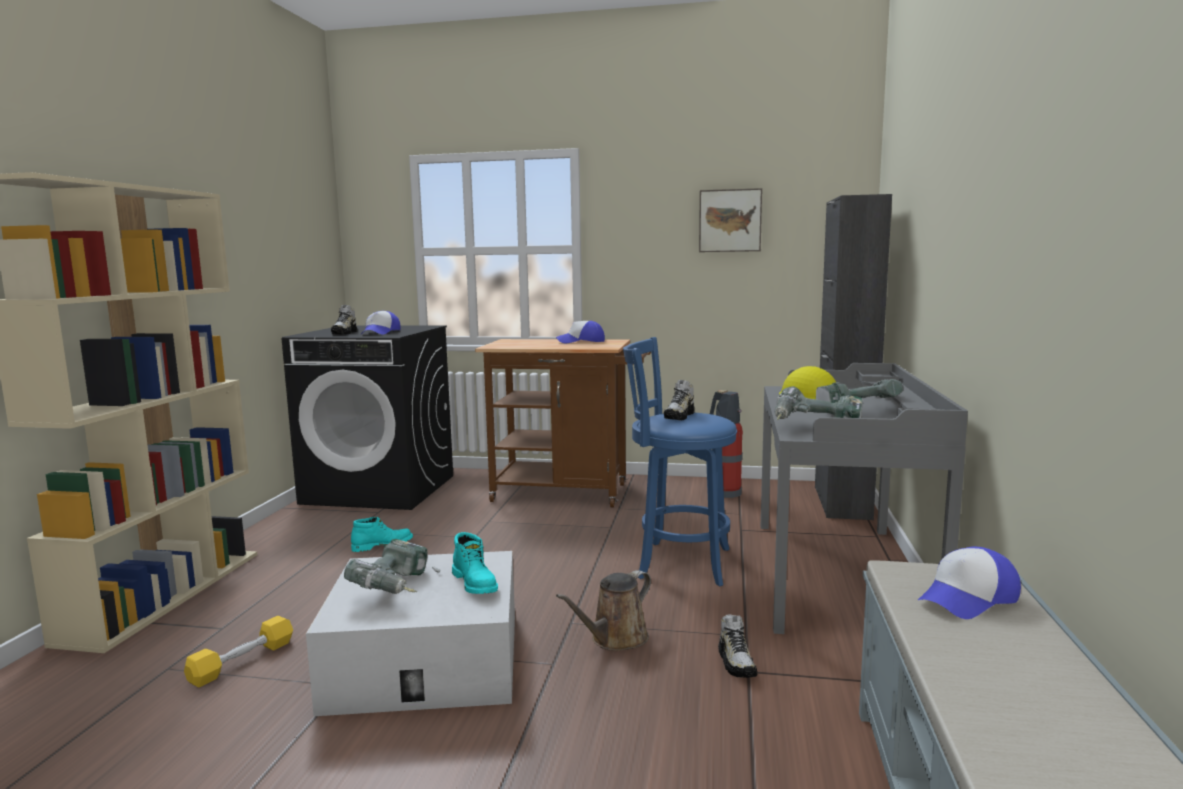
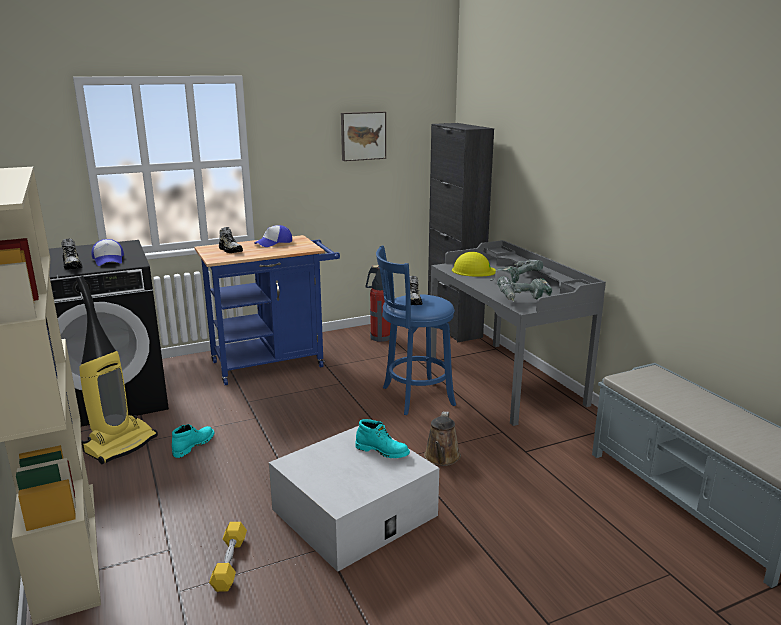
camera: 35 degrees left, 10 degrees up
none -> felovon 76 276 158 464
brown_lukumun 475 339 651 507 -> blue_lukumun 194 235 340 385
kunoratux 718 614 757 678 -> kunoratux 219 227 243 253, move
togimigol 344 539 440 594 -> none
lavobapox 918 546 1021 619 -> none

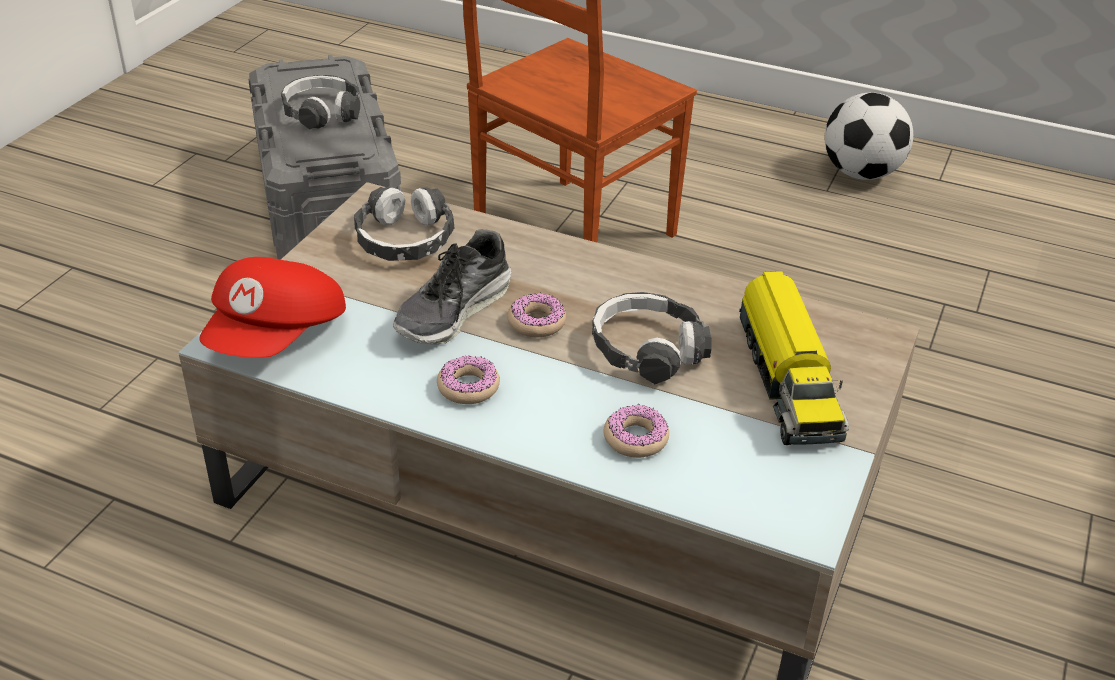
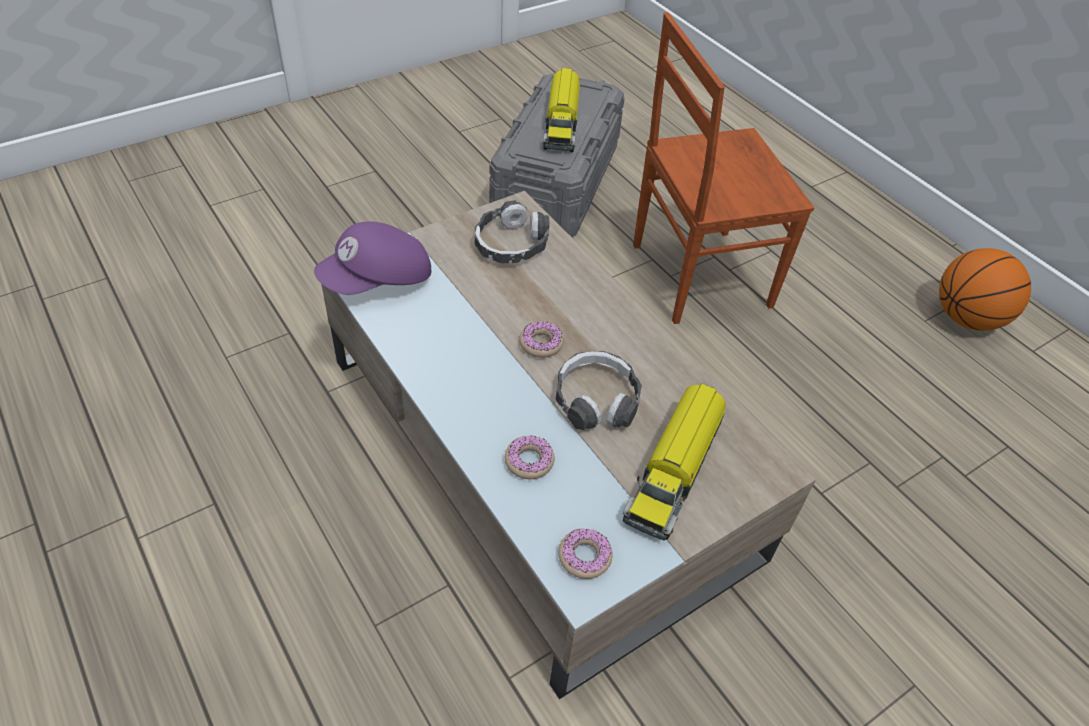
camera: 30 degrees right, 10 degrees up
red_lavobapox 199 257 346 358 -> purple_lavobapox 314 222 431 295
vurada 281 75 361 130 -> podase 543 68 580 152
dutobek 437 356 500 404 -> dutobek 558 528 613 579, move
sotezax 825 92 913 180 -> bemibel 939 248 1031 331
kunoratux 393 229 511 344 -> none

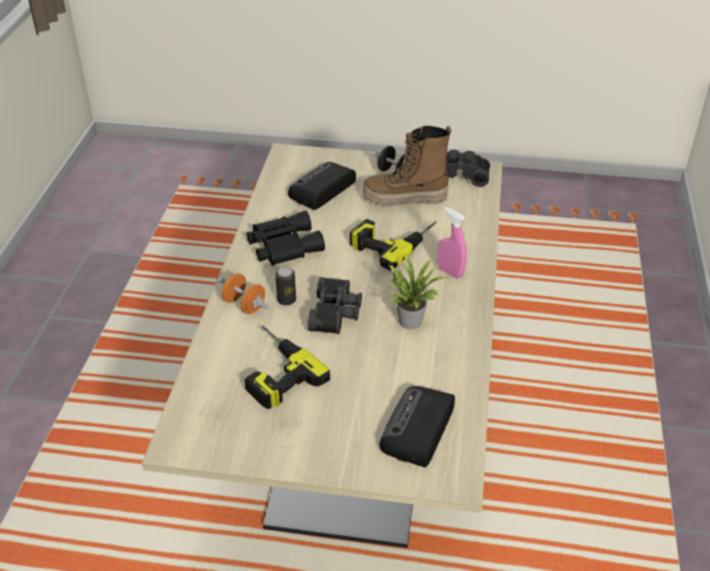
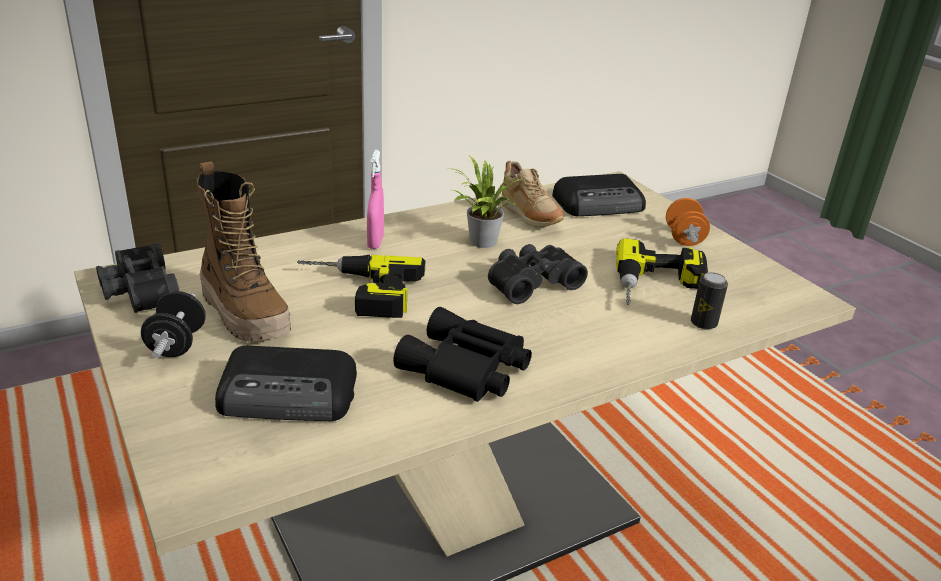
camera: 130 degrees left, 10 degrees down
none -> beige_kunoratux 502 161 564 227
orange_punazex 218 273 271 314 -> orange_punazex 666 198 710 246, move
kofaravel 275 267 296 306 -> kofaravel 691 272 728 330, move

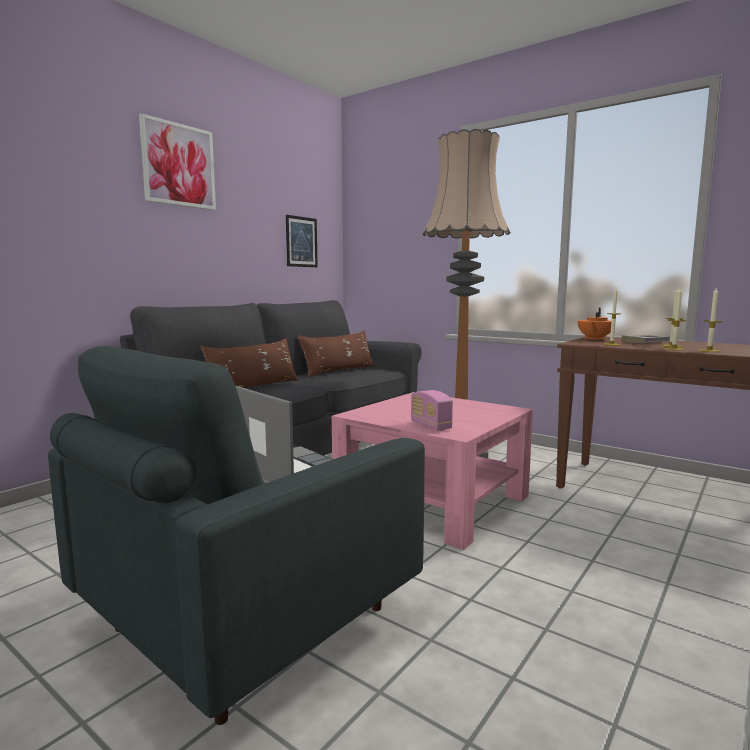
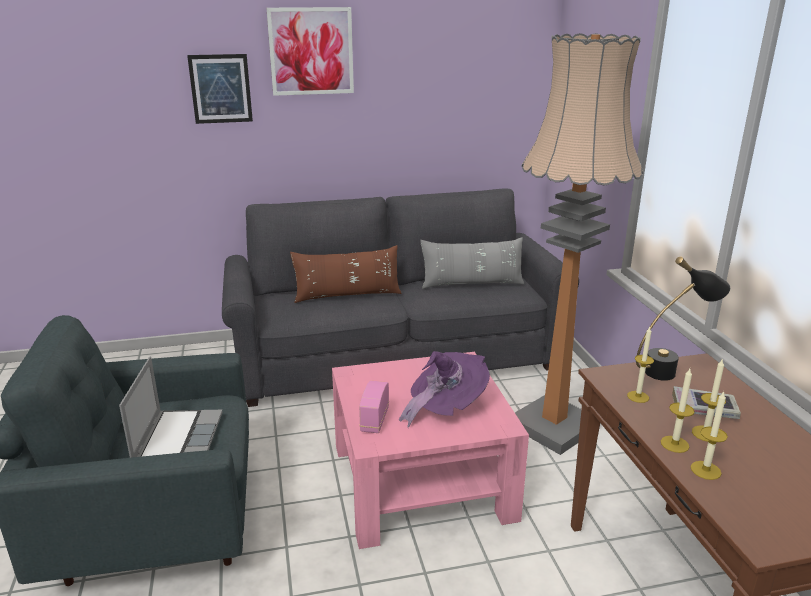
camera: 40 degrees right, 15 degrees up
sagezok 286 215 318 267 -> sagezok 187 54 253 124, move
none -> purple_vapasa 399 351 490 428
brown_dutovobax 297 330 375 378 -> grey_dutovobax 420 237 524 289
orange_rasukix 578 307 611 340 -> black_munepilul 636 257 730 381

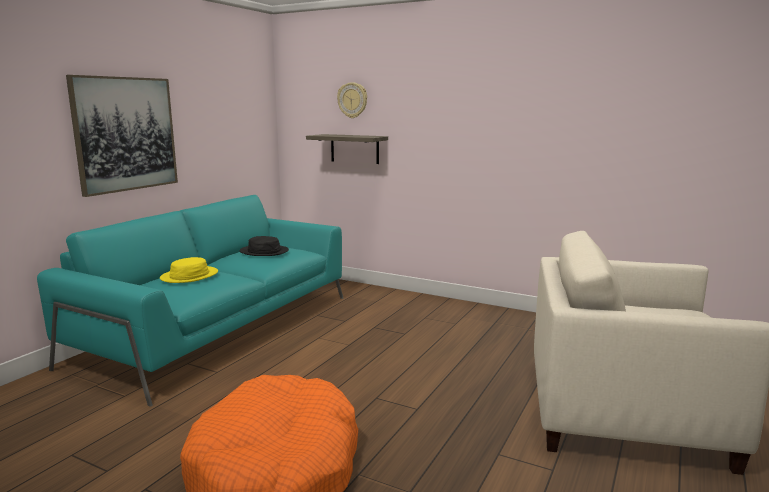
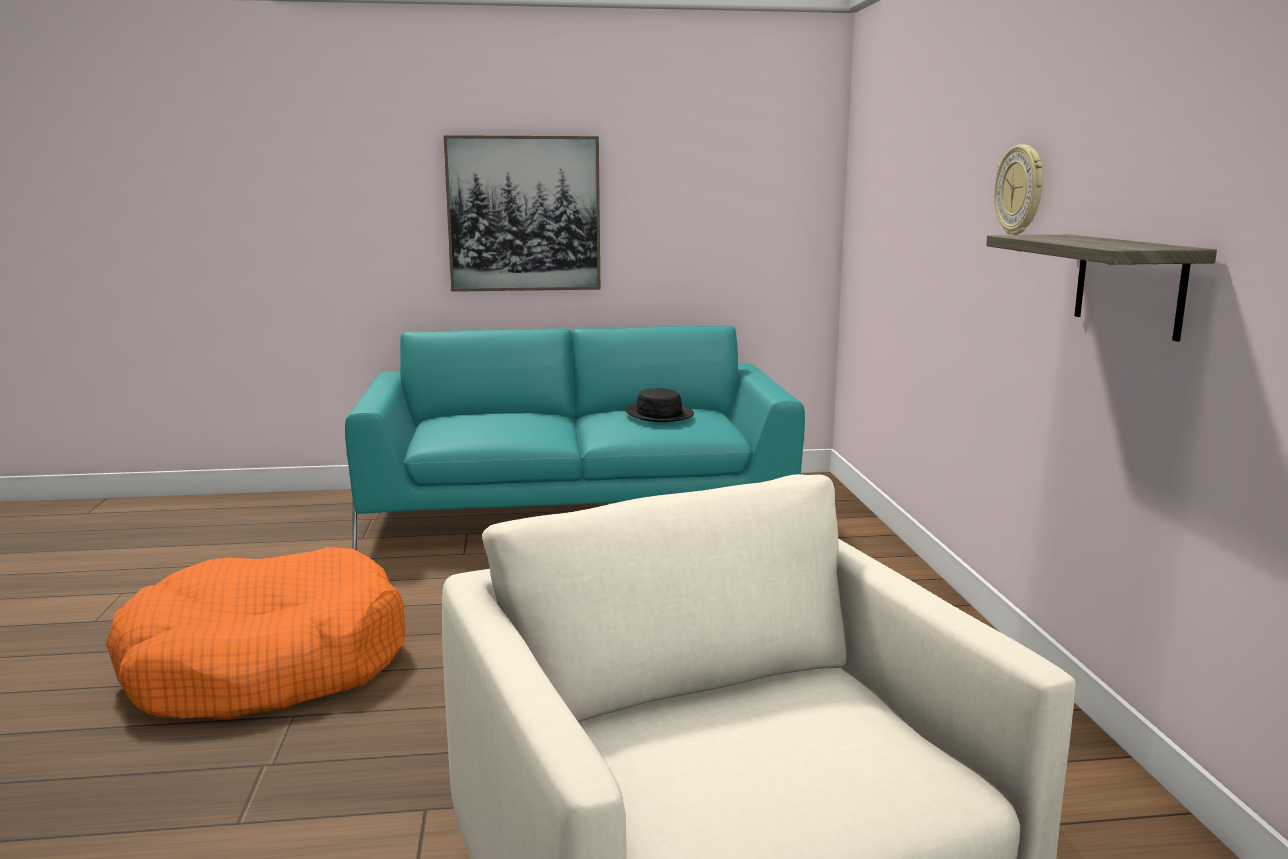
camera: 55 degrees right, 0 degrees up
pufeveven 306 134 388 164 -> pufeveven 986 235 1217 342, move
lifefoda 337 82 367 118 -> lifefoda 994 144 1043 235, move
yellow_vapasa 160 257 218 283 -> none

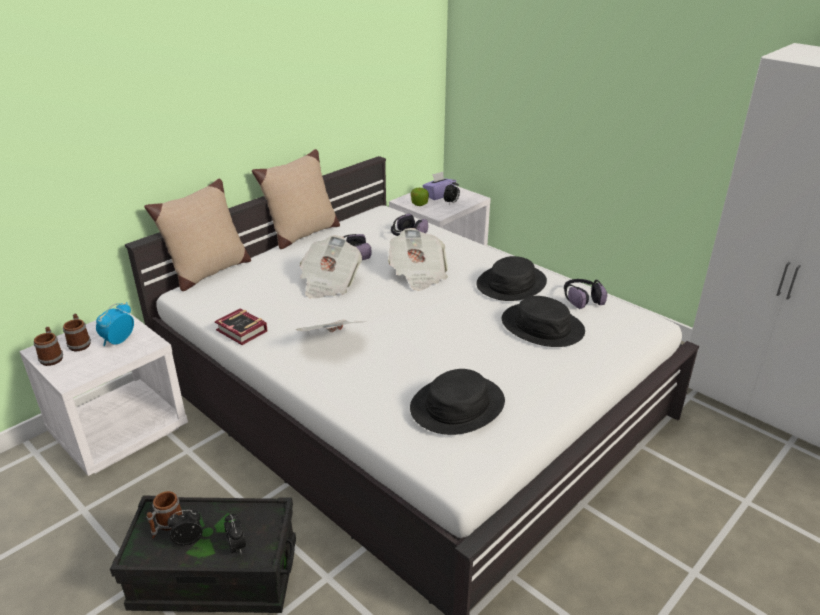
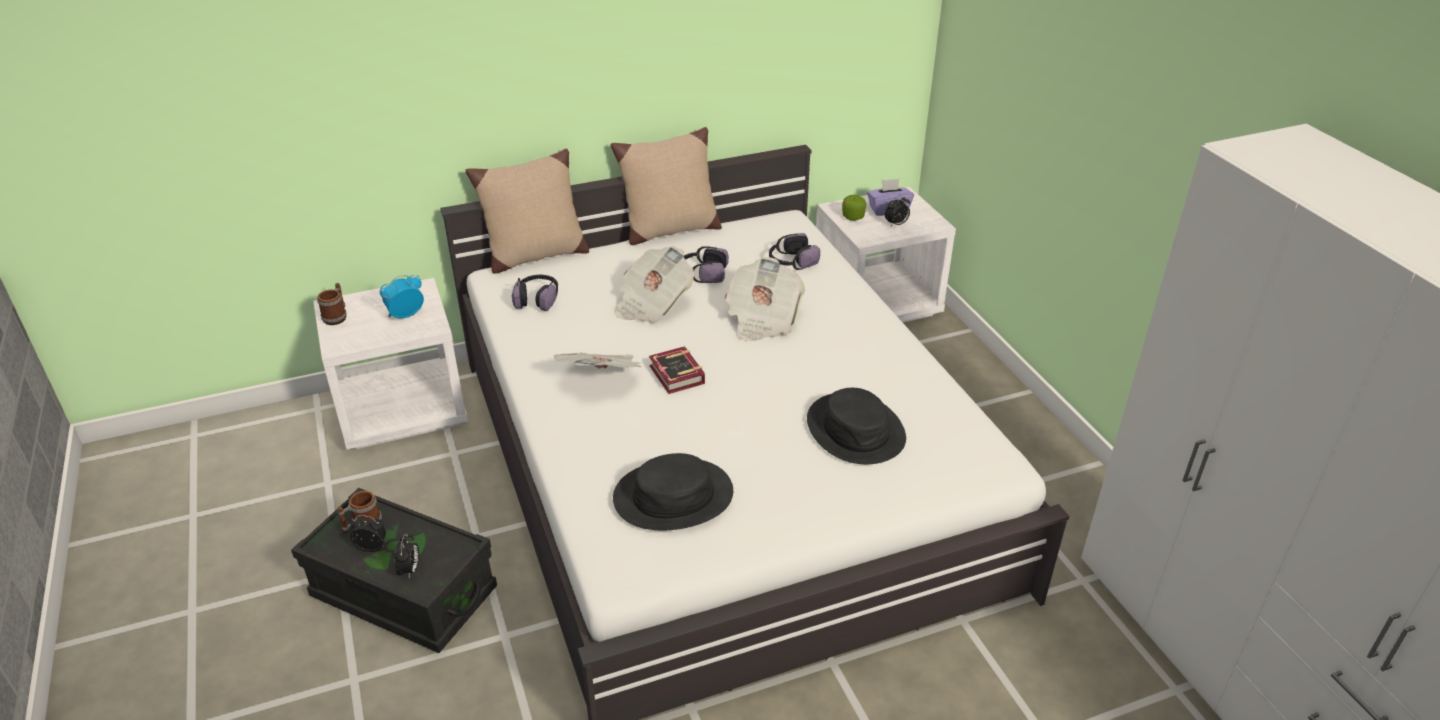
camera: 25 degrees right, 5 degrees up
vurada 564 279 607 309 -> vurada 512 275 558 311, move
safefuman 215 308 267 345 -> safefuman 649 346 705 394, move
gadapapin 63 314 91 351 -> none
black_vapasa 476 256 547 301 -> none

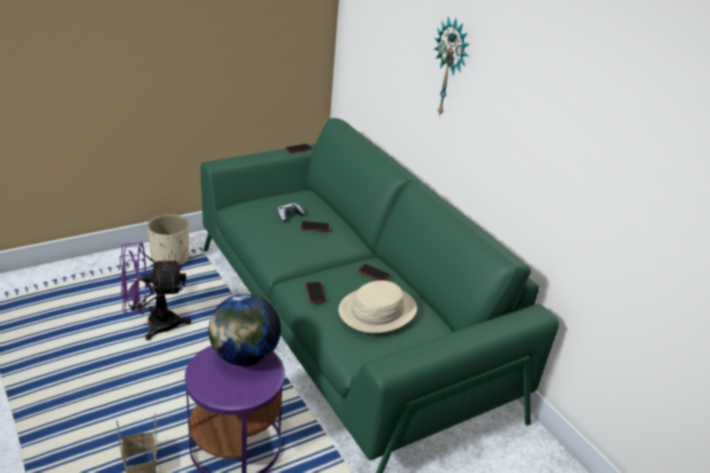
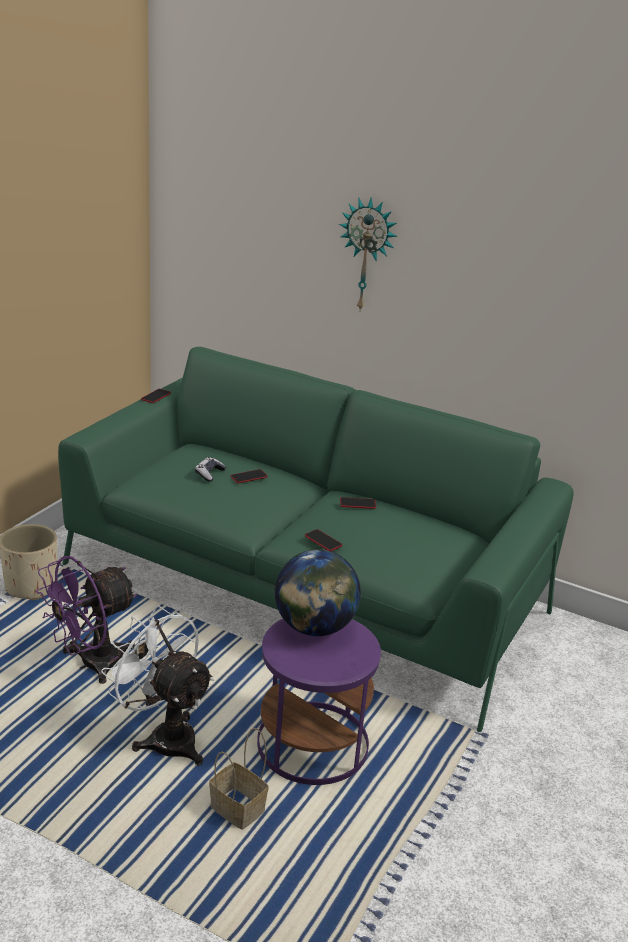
camera: 30 degrees left, 5 degrees down
none -> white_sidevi 101 605 214 765
beige_vapasa 338 280 417 333 -> none

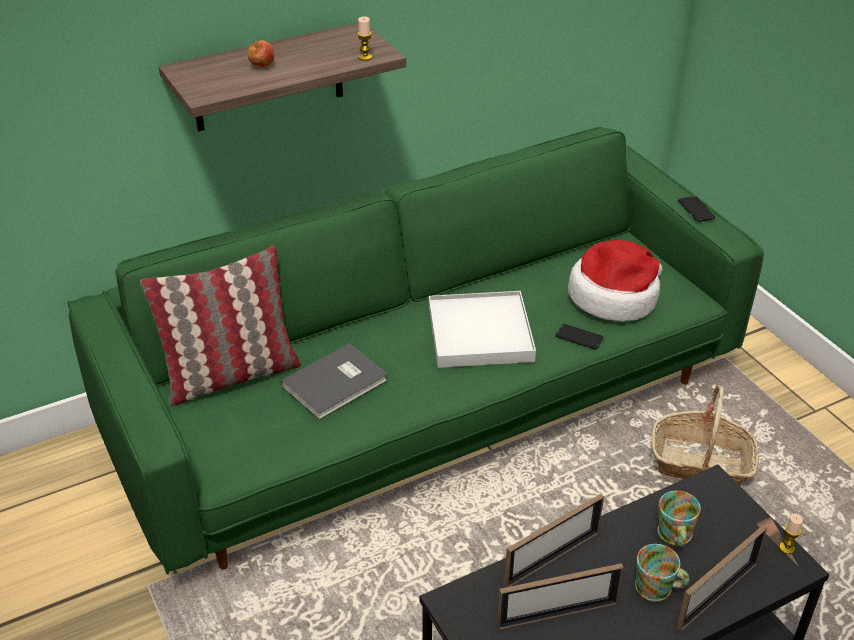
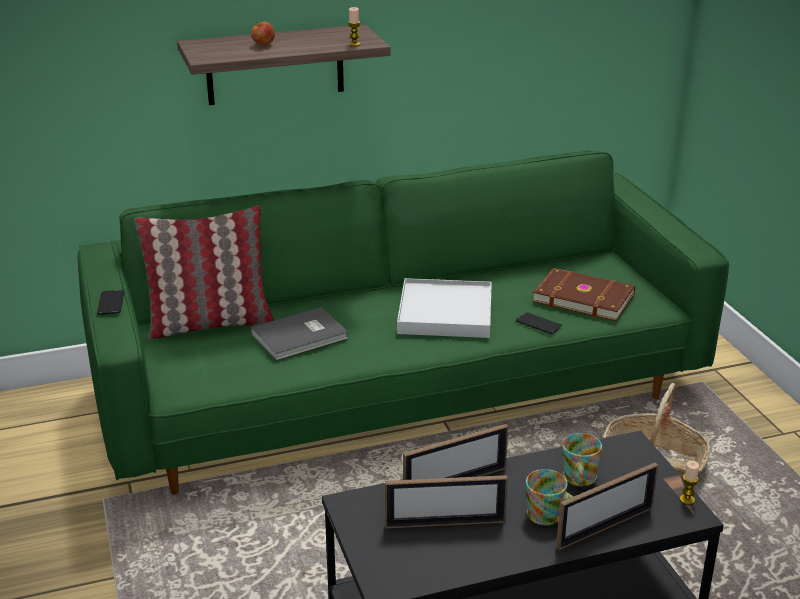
camera: 10 degrees right, 10 degrees down
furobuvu 678 196 715 222 -> furobuvu 97 290 125 314, move
vapasa 568 240 663 322 -> brown_safefuman 532 268 635 321

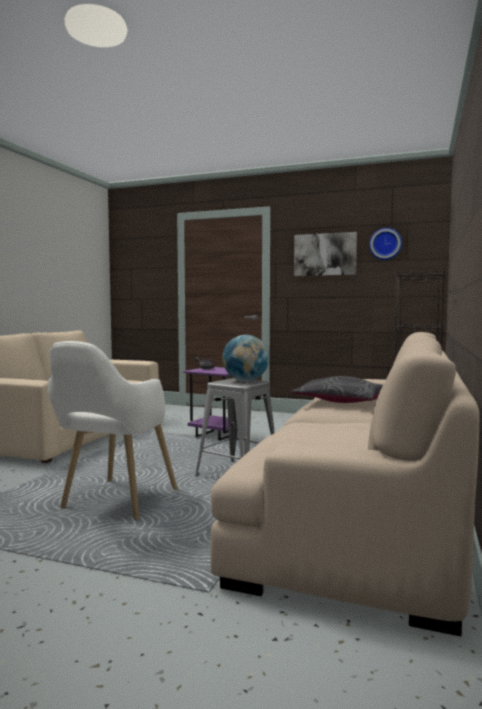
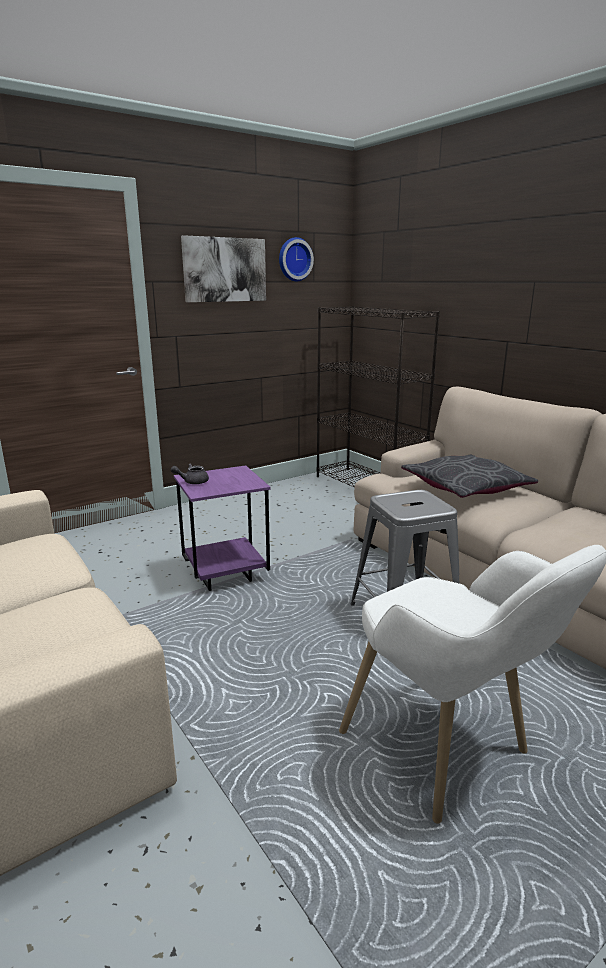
camera: 55 degrees left, 15 degrees up
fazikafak 222 335 269 381 -> none

